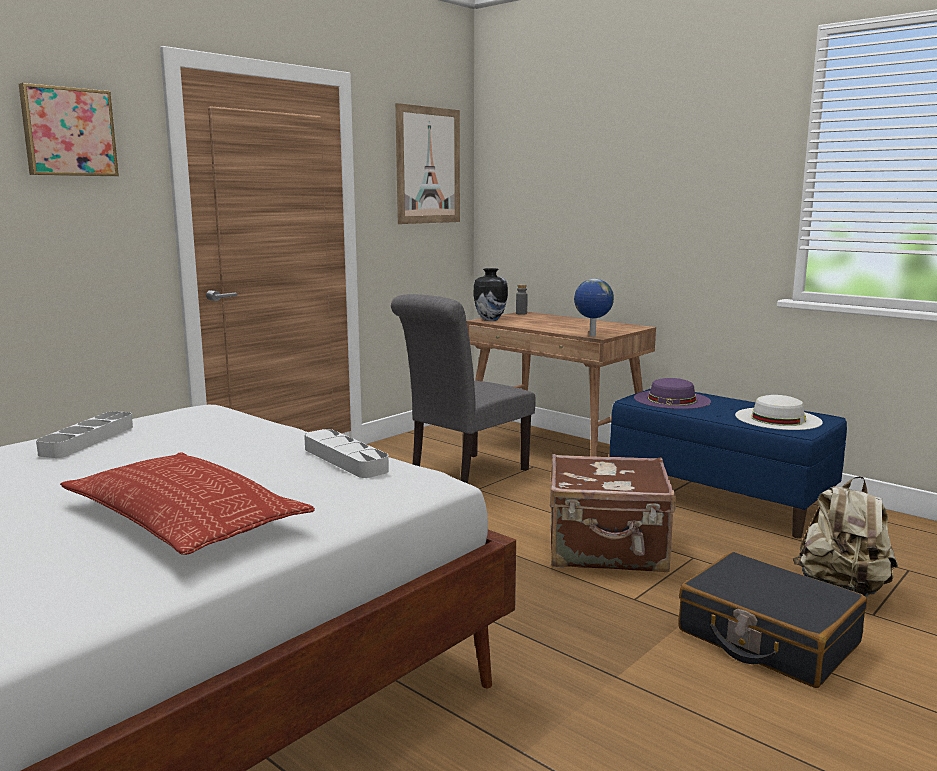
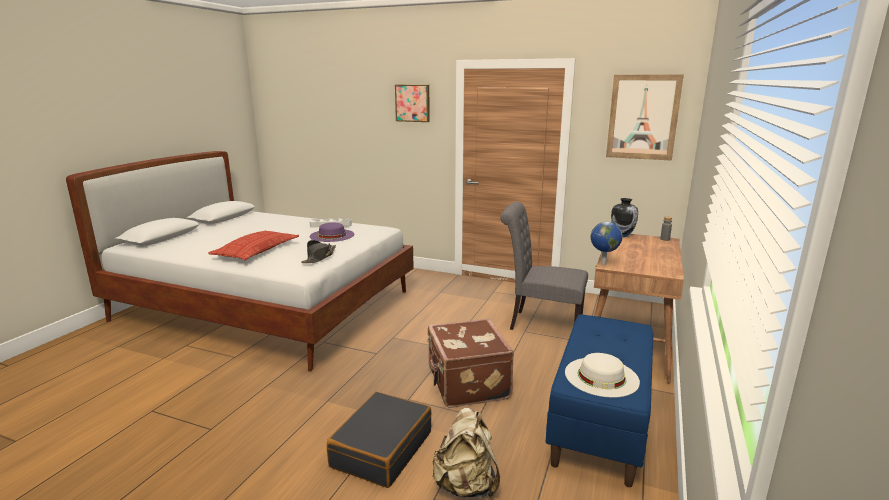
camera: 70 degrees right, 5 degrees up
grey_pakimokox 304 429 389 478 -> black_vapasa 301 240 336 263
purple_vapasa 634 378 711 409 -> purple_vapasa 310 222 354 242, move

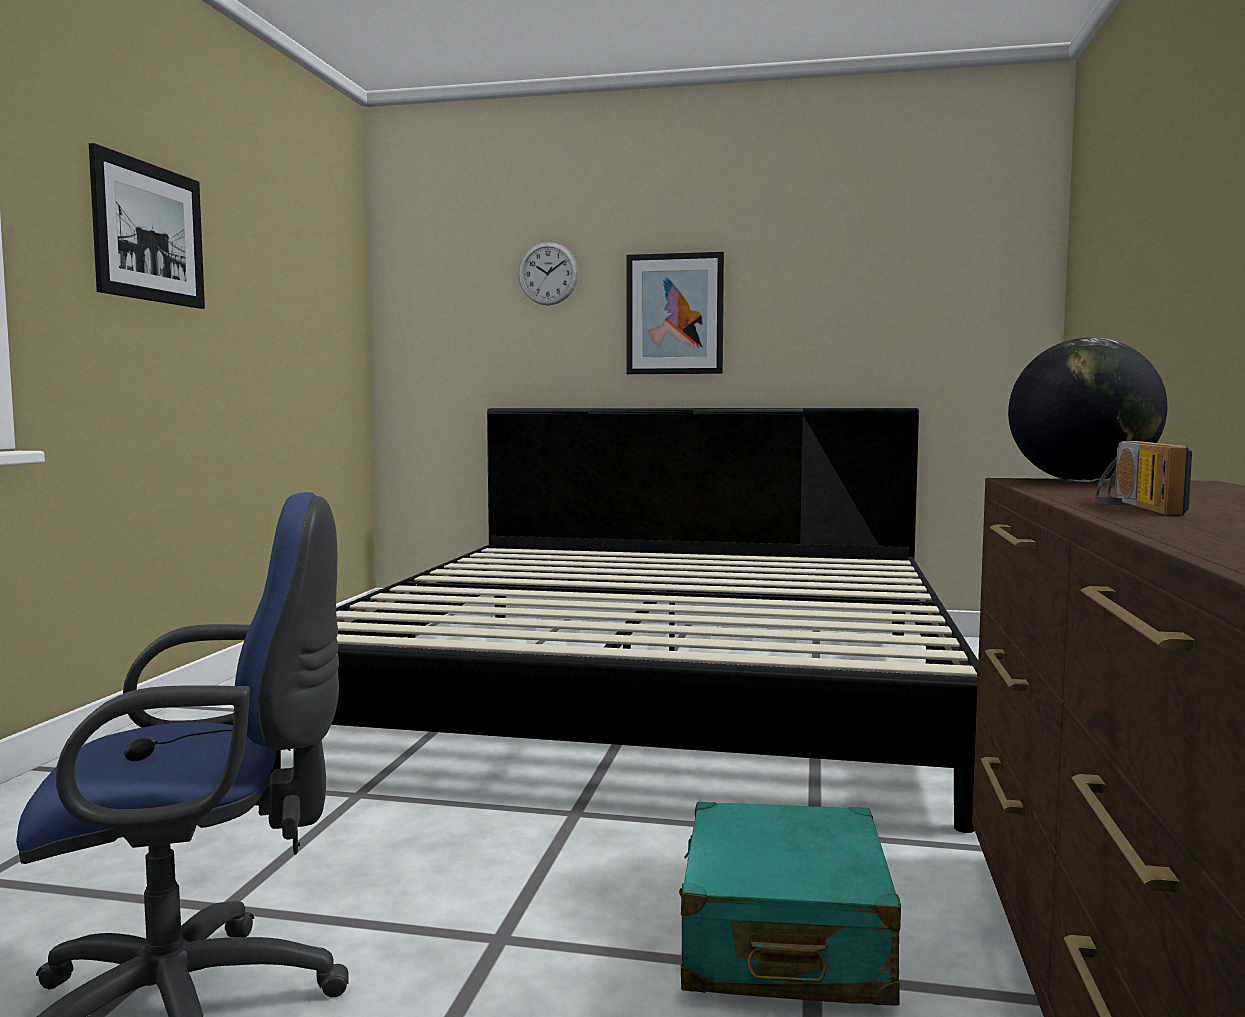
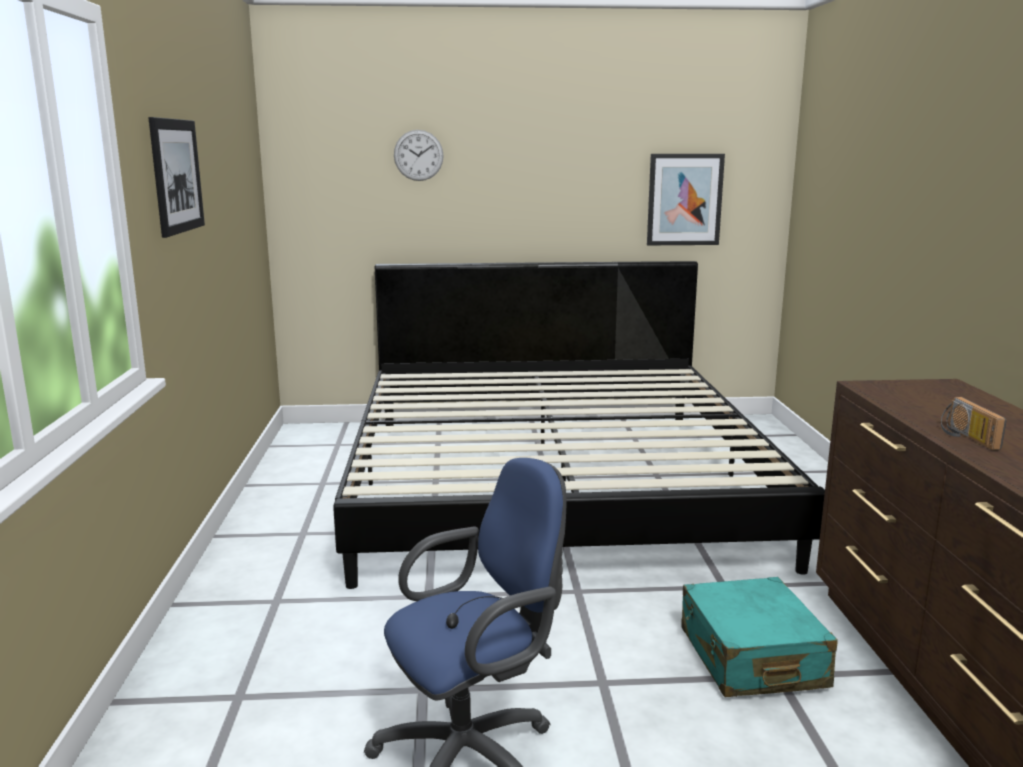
camera: 15 degrees left, 10 degrees up
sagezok 626 252 724 374 -> sagezok 647 154 725 245, move
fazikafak 1008 338 1168 482 -> none

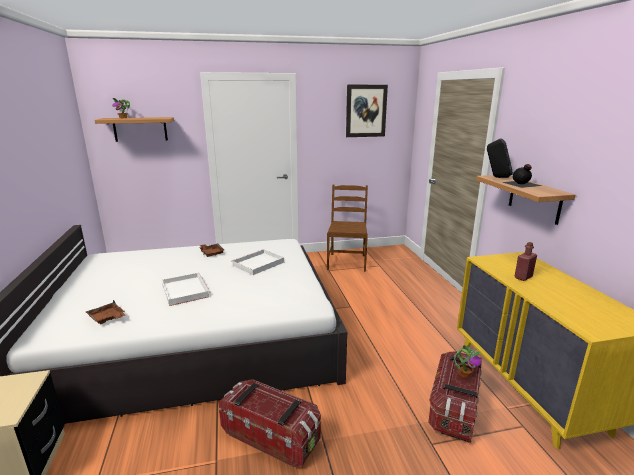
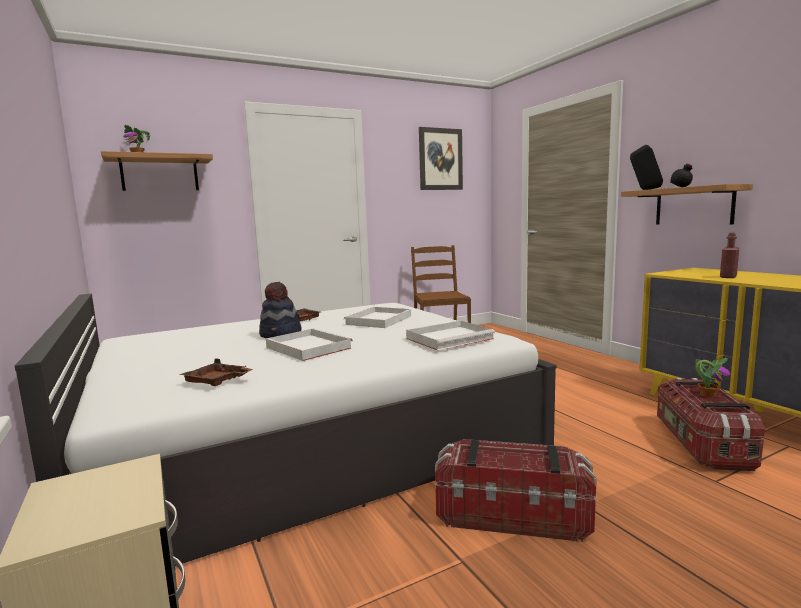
camera: 15 degrees left, 10 degrees down
none -> vapasa 259 282 301 338
none -> white_pakimokox 406 320 495 351

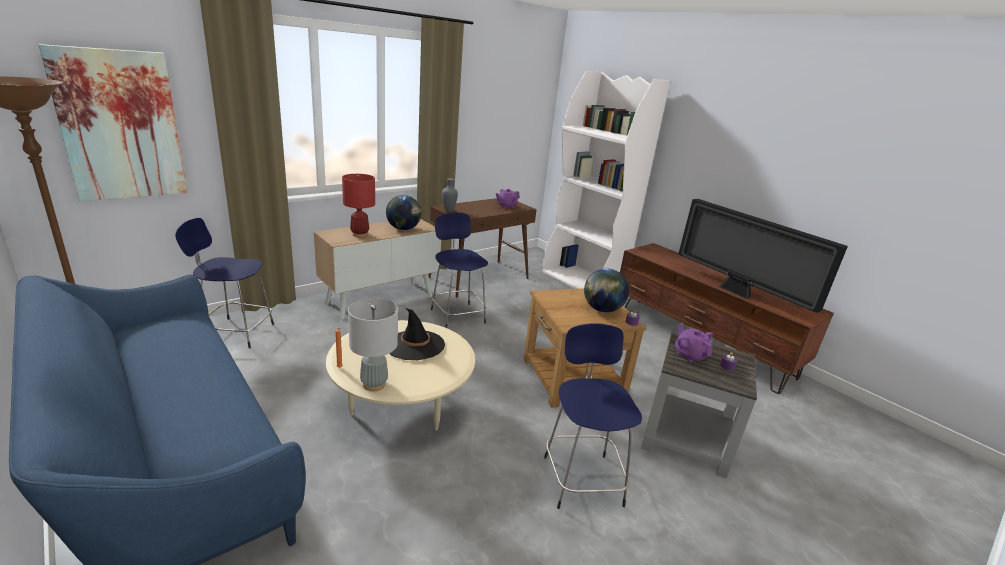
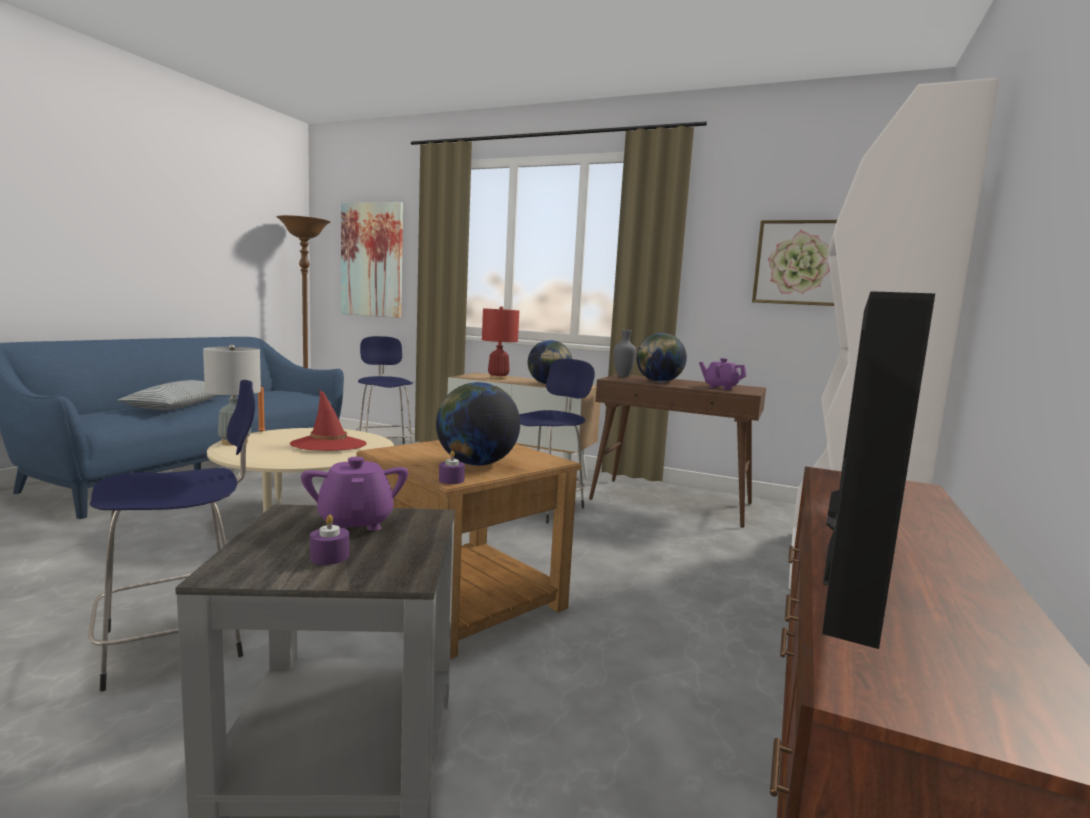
camera: 65 degrees right, 15 degrees down
none -> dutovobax 117 380 218 410
black_vapasa 389 308 445 360 -> red_vapasa 290 390 366 451
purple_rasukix 675 324 713 362 -> purple_rasukix 301 457 408 531, 60 degrees counterclockwise
none -> fazikafak 636 333 687 382
none -> sagezok 752 220 837 306

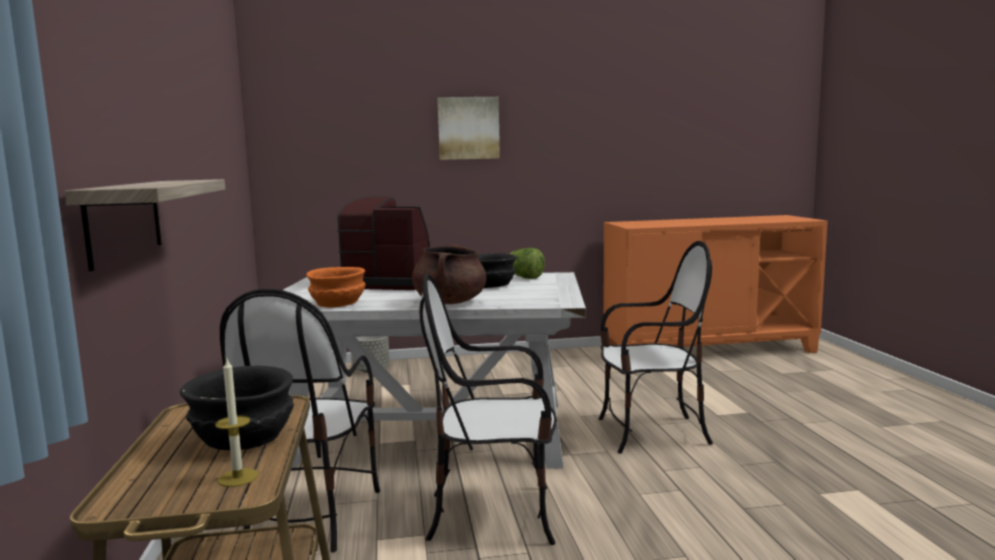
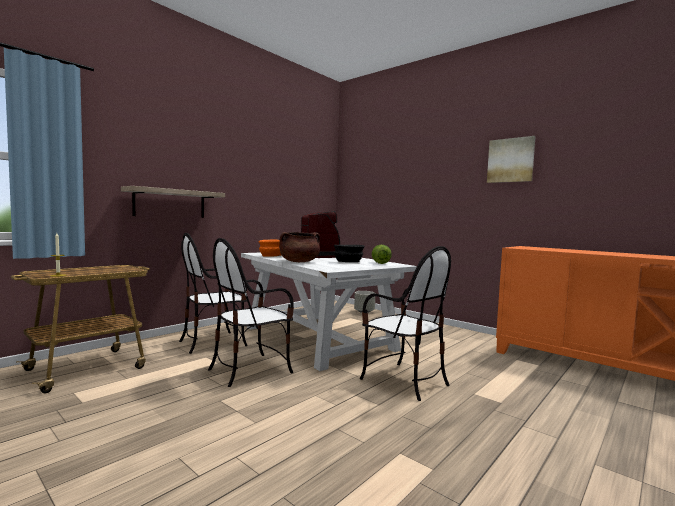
camera: 50 degrees right, 5 degrees down
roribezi 419 274 557 545 -> roribezi 208 238 294 387, 90 degrees counterclockwise
sagezok 437 97 500 160 -> sagezok 487 136 536 183, move
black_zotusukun 180 366 294 450 -> none

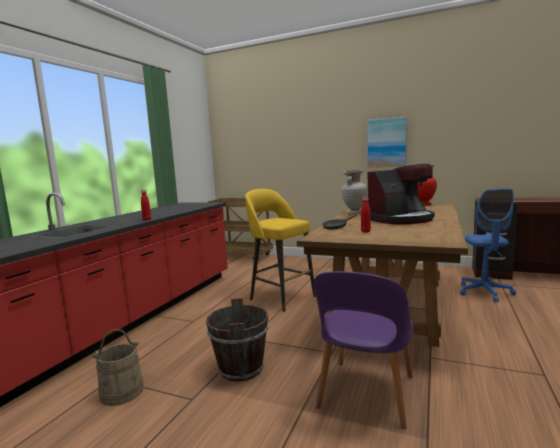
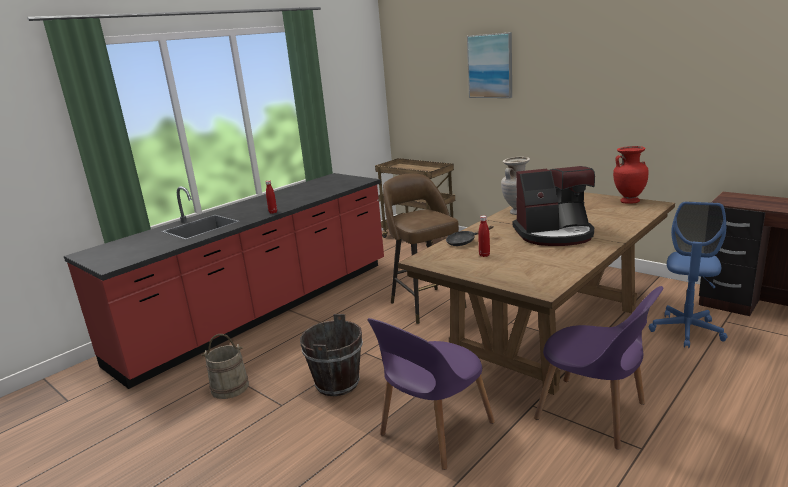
camera: 20 degrees right, 10 degrees up
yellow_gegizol 245 189 316 312 -> brown_gegizol 383 173 467 324
sagezok 367 116 407 168 -> sagezok 467 32 512 98, move
none -> purple_roribezi 534 286 663 450

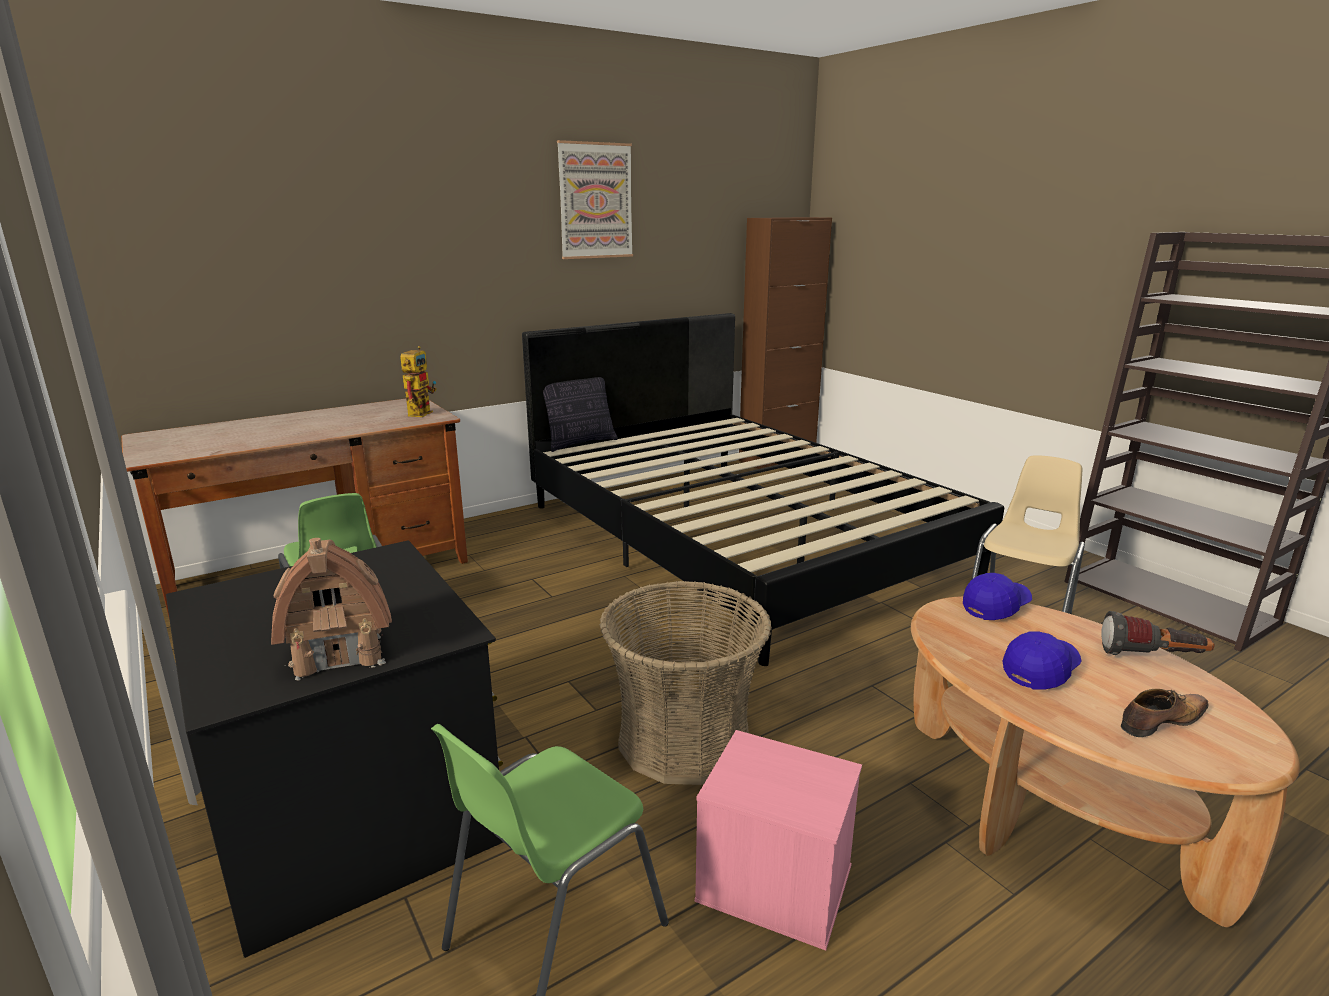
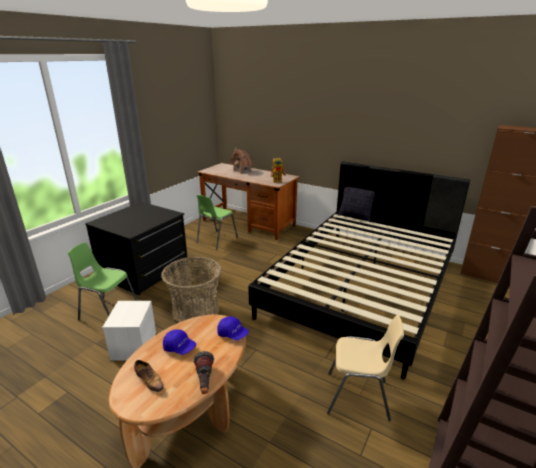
camera: 65 degrees right, 5 degrees up
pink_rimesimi 695 730 862 951 -> white_rimesimi 102 301 156 361
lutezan 271 538 392 681 -> lutezan 231 148 252 174, move
sagezok 557 140 633 259 -> none

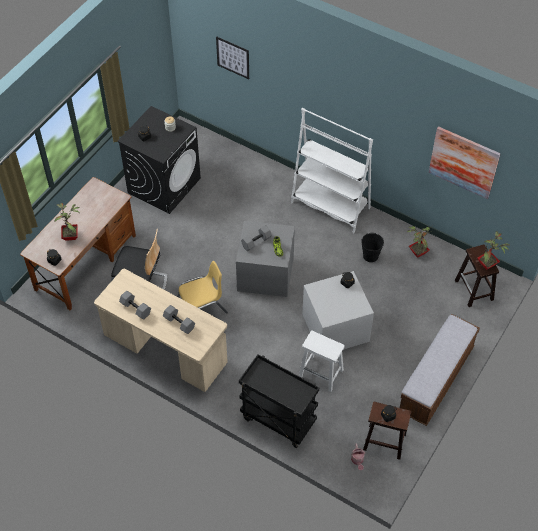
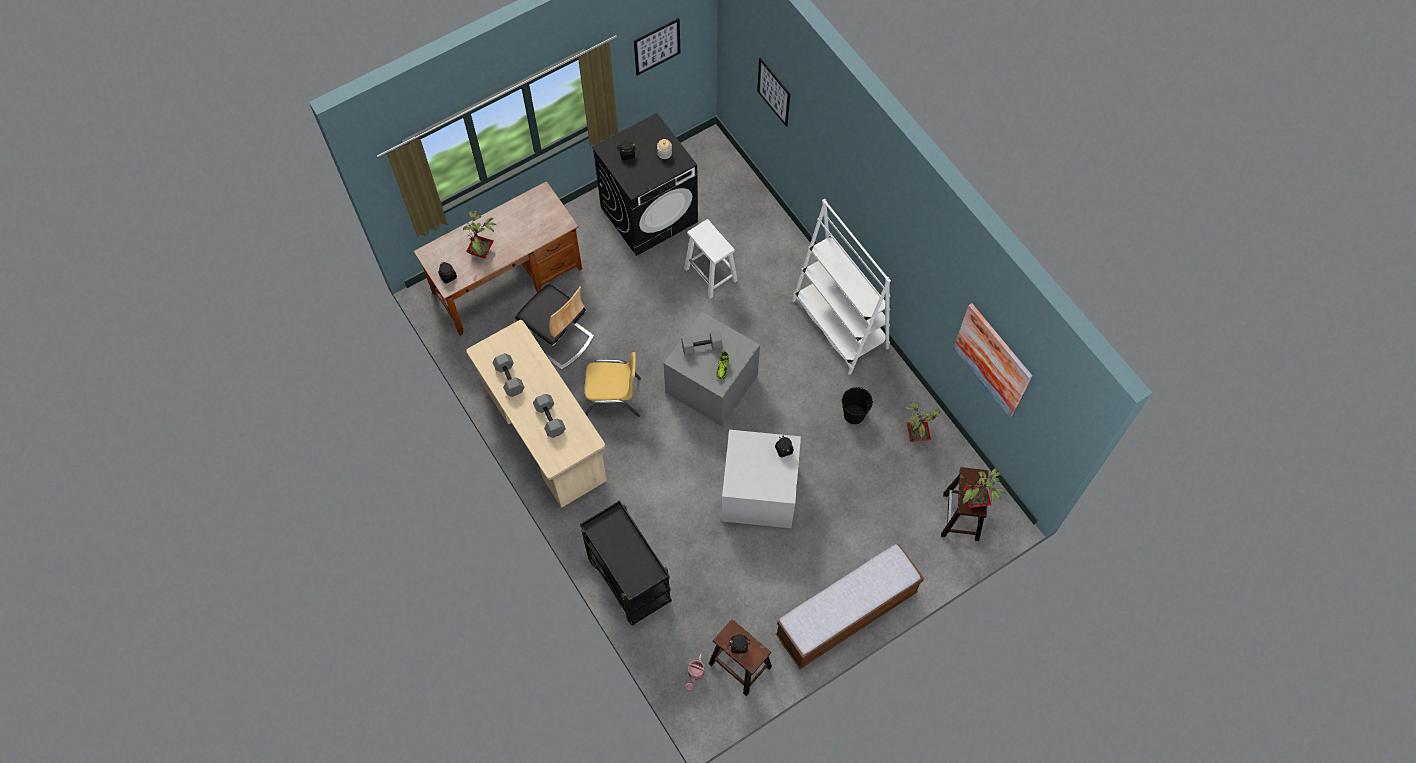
camera: 25 degrees right, 10 degrees up
none -> sagezok 634 18 680 75
white_gegizol 299 330 345 392 -> white_gegizol 684 219 738 299, move

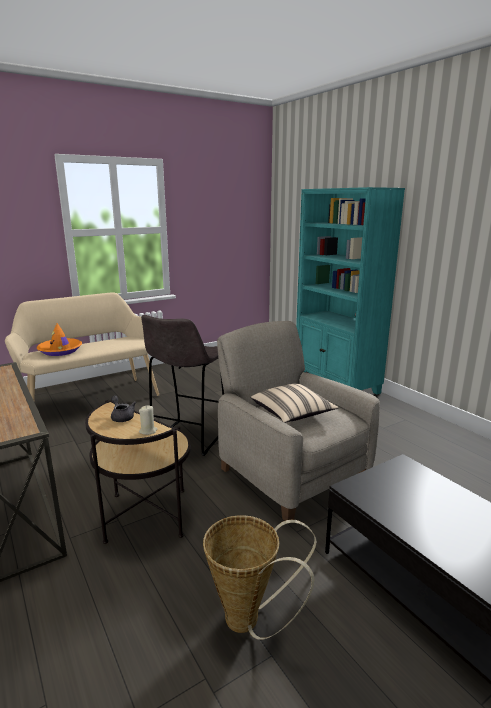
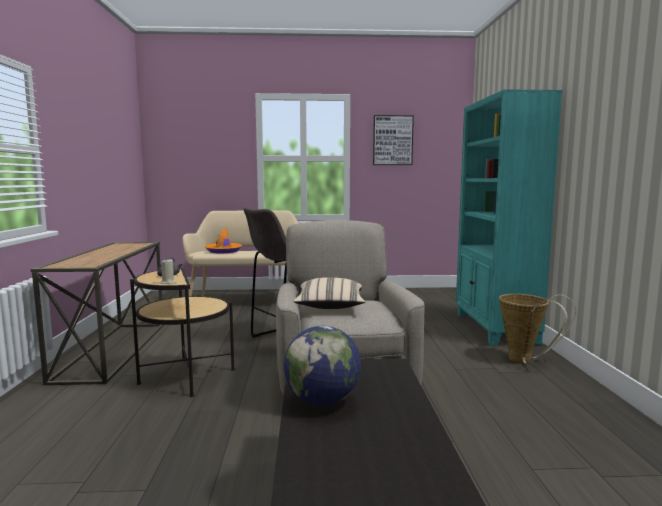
camera: 30 degrees right, 10 degrees down
none -> fazikafak 284 326 361 406
none -> sagezok 373 115 414 165
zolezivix 203 515 317 640 -> zolezivix 499 294 576 364, move

